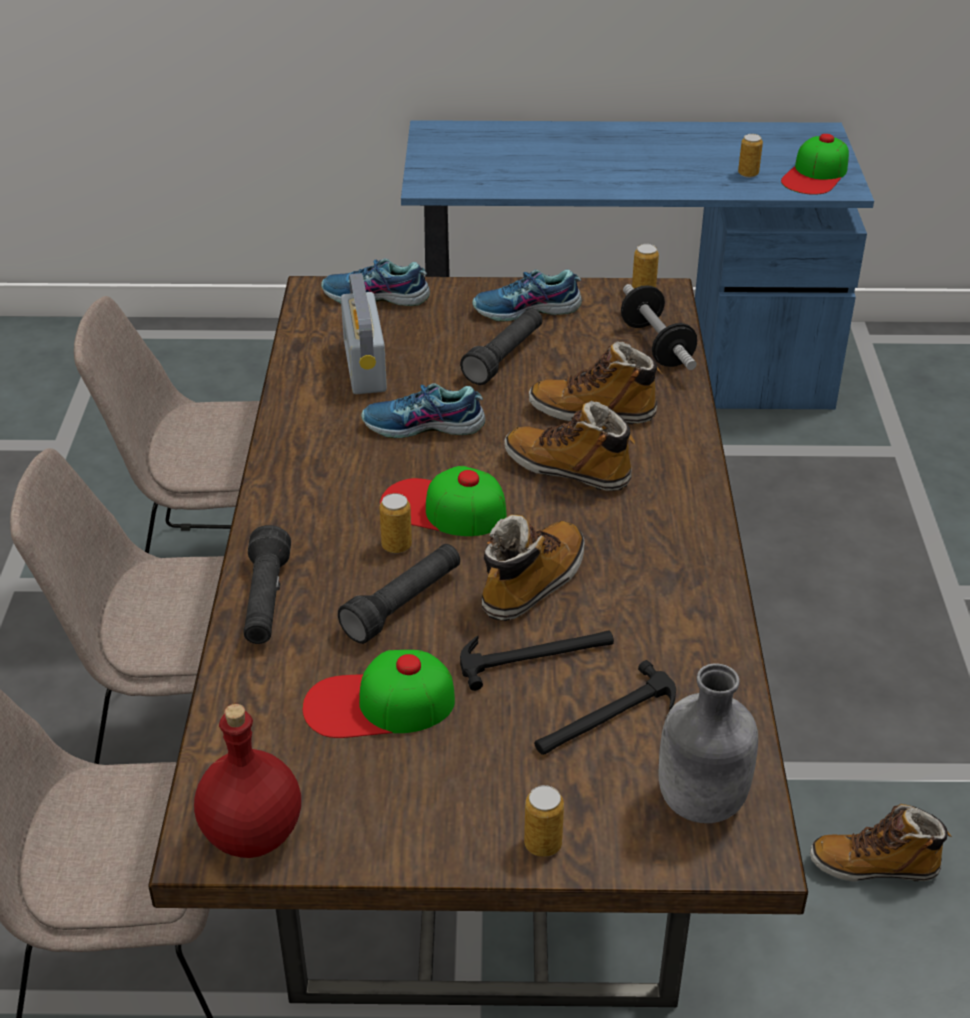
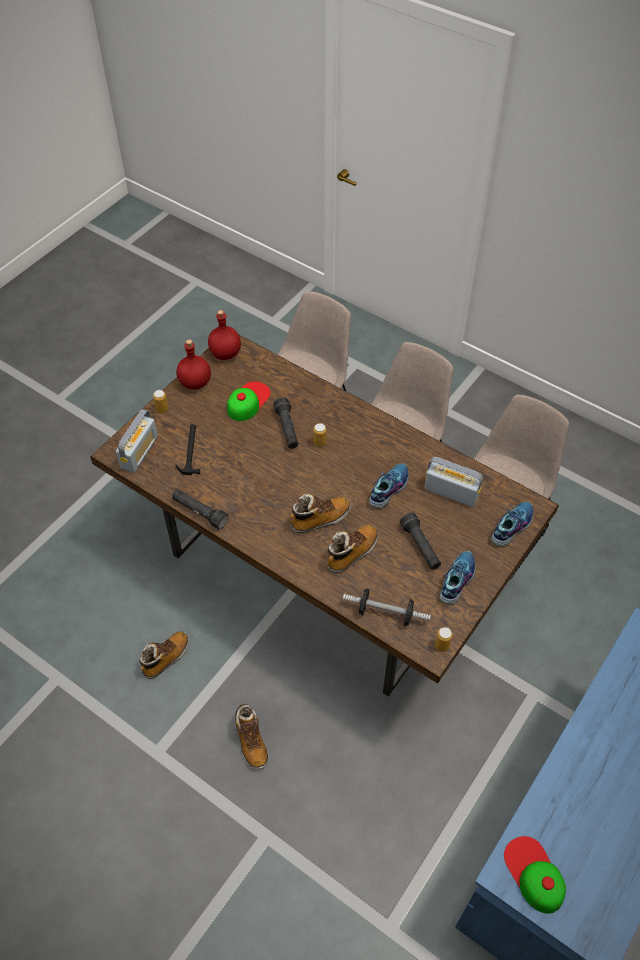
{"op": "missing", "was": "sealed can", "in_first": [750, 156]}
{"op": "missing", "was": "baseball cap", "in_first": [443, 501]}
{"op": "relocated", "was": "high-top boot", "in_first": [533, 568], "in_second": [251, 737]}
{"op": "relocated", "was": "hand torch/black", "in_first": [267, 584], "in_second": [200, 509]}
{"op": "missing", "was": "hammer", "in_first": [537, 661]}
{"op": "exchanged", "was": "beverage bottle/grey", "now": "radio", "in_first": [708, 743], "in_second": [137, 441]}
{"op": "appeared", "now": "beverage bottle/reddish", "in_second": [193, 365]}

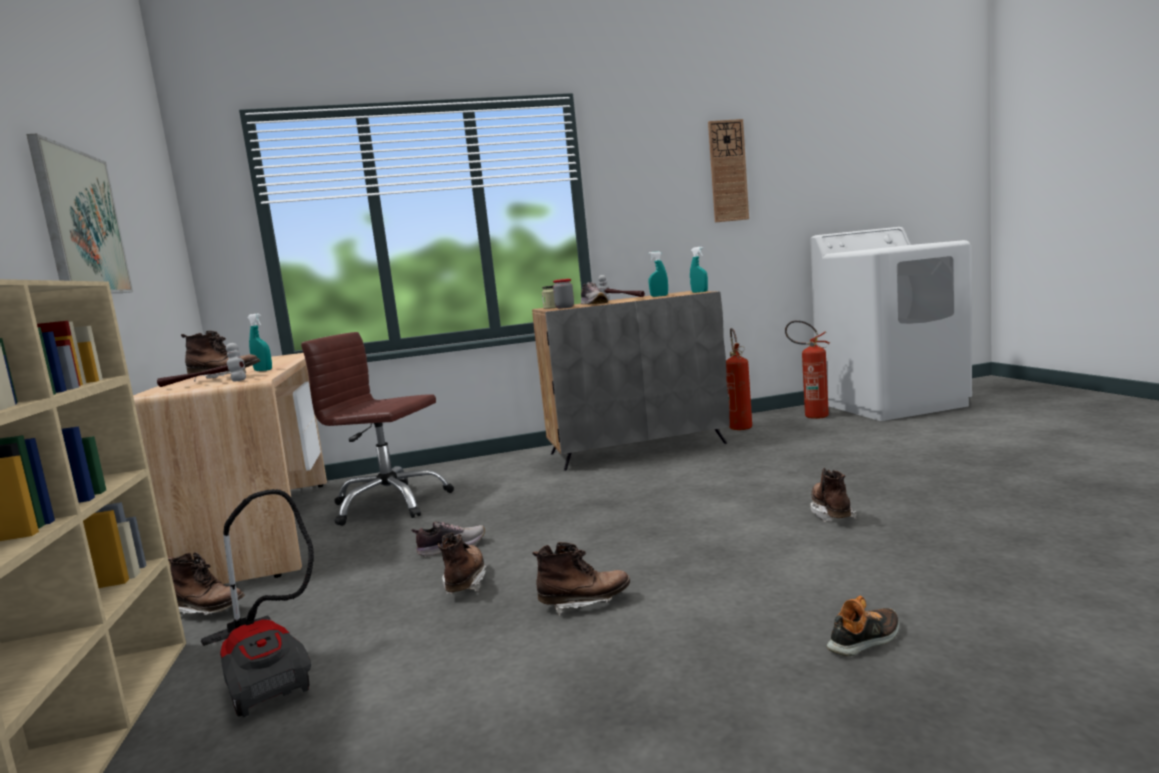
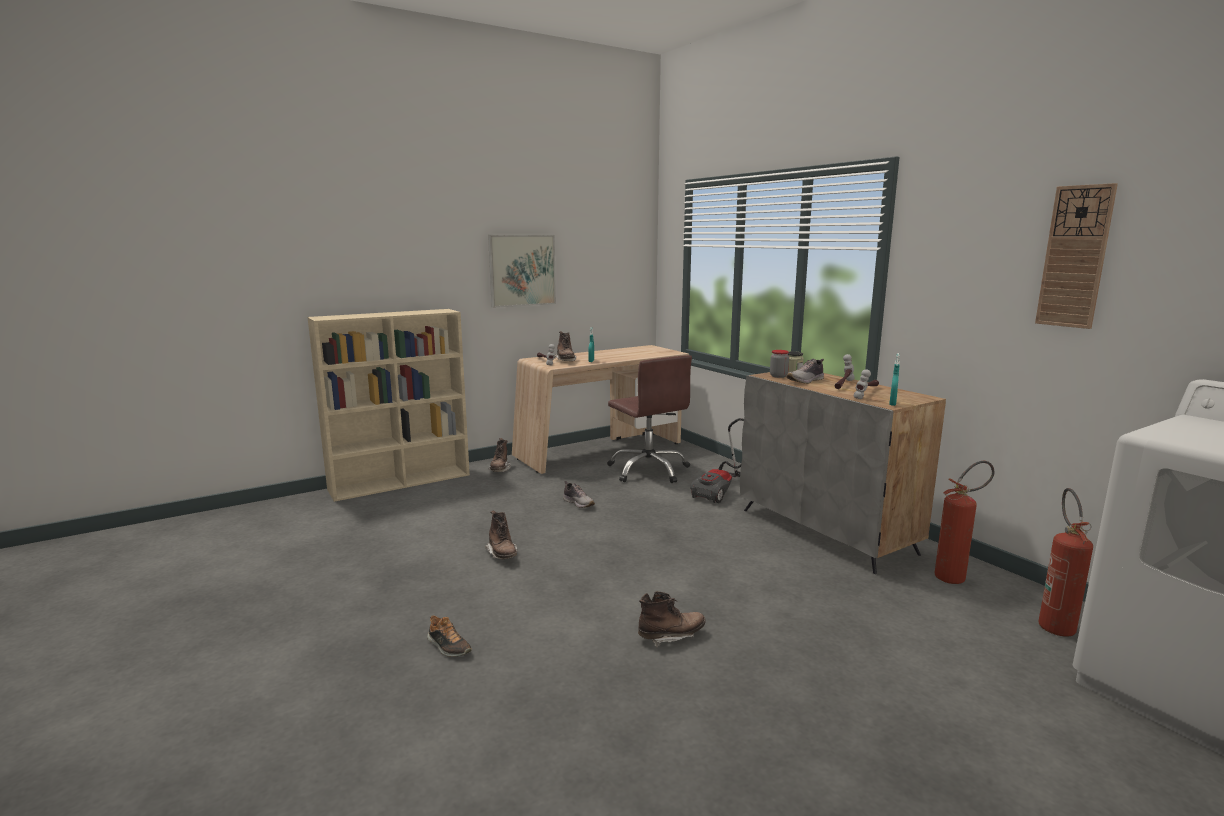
{"op": "exchanged", "was": "hand sprayer/turquoise", "now": "hammer", "in_first": [658, 274], "in_second": [866, 384]}
{"op": "spun", "was": "desk chair/brownish", "in_first": [377, 429], "in_second": [649, 419], "clockwise": 150}
{"op": "relocated", "was": "vacuum", "in_first": [257, 603], "in_second": [717, 460]}
{"op": "missing", "was": "high-top boot/brownish", "in_first": [463, 563]}

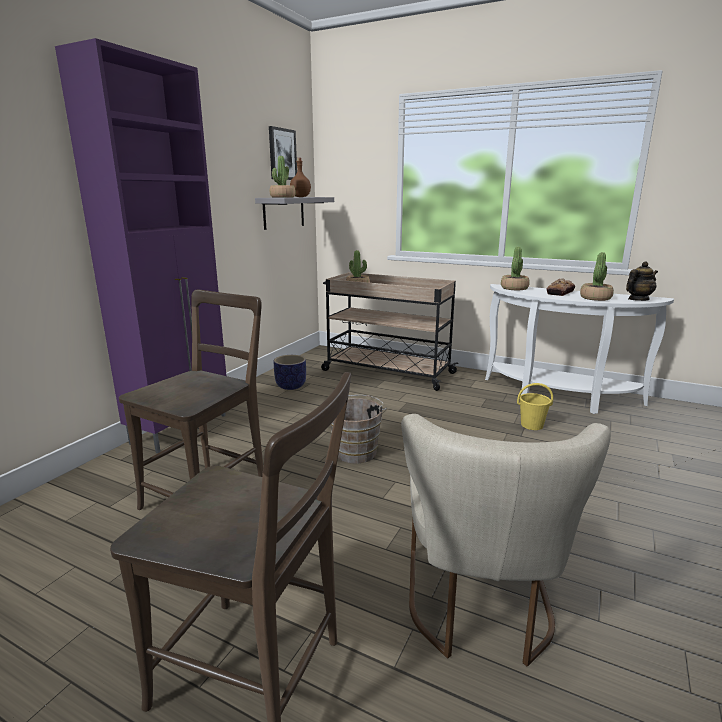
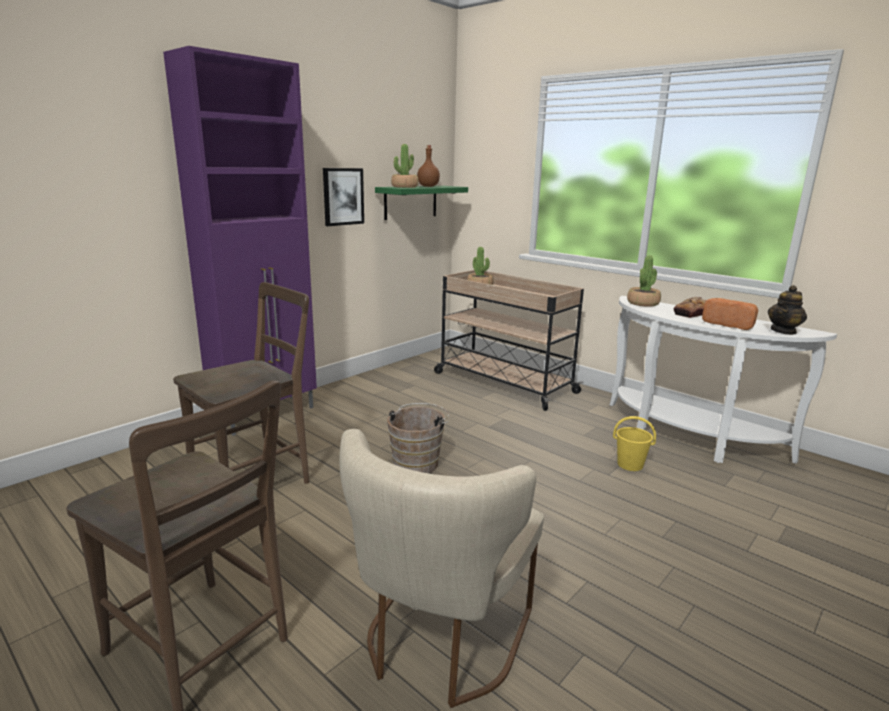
{"op": "relocated", "was": "wall art", "in_first": [283, 153], "in_second": [343, 197]}
{"op": "colour", "was": "wall shelf/grey", "now": "wall shelf/green-coloured", "in_first": [294, 213], "in_second": [421, 203]}
{"op": "exchanged", "was": "houseplant", "now": "bread", "in_first": [597, 276], "in_second": [730, 314]}
{"op": "spun", "was": "tea pot", "in_first": [642, 281], "in_second": [787, 310], "clockwise": 150}
{"op": "missing", "was": "flower pot", "in_first": [290, 372]}

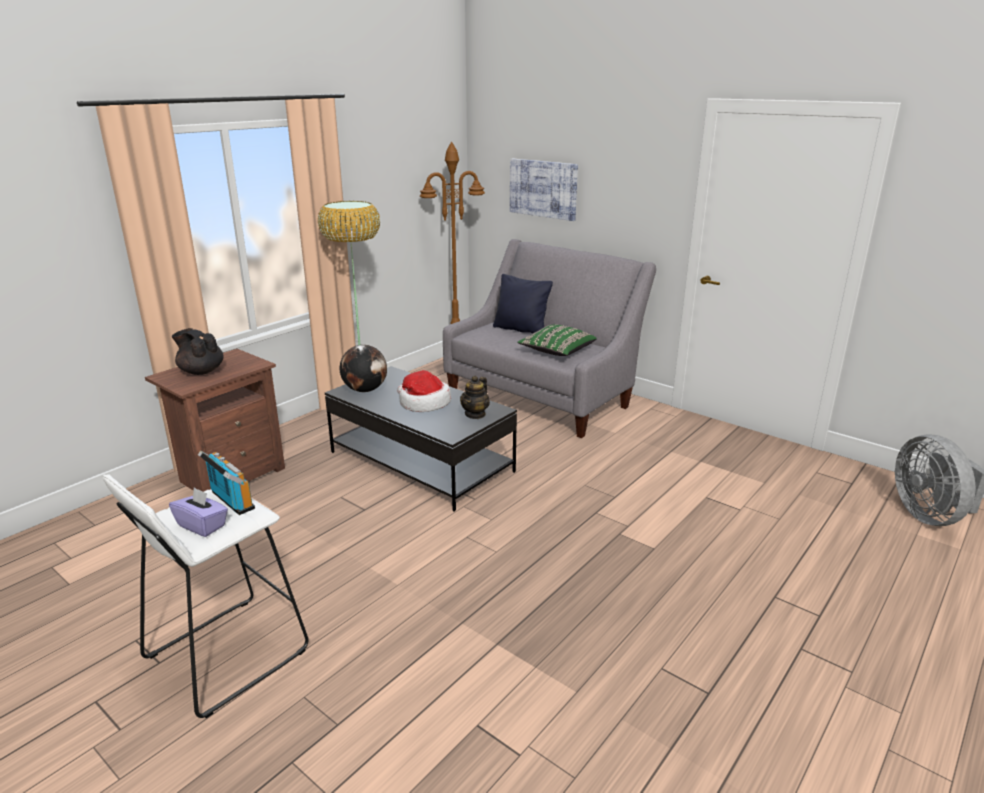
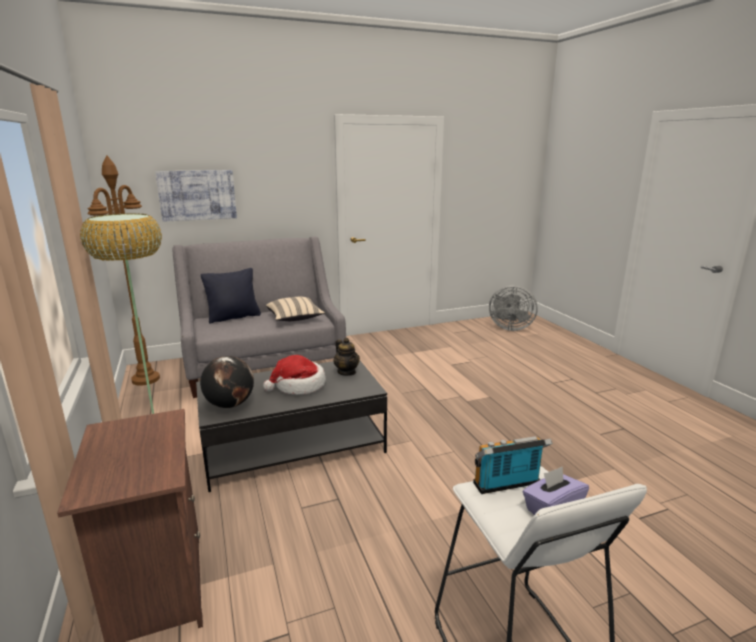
{"op": "colour", "was": "cushion/green-coloured", "now": "cushion/beige", "in_first": [557, 340], "in_second": [295, 309]}
{"op": "missing", "was": "tea pot/black", "in_first": [197, 351]}

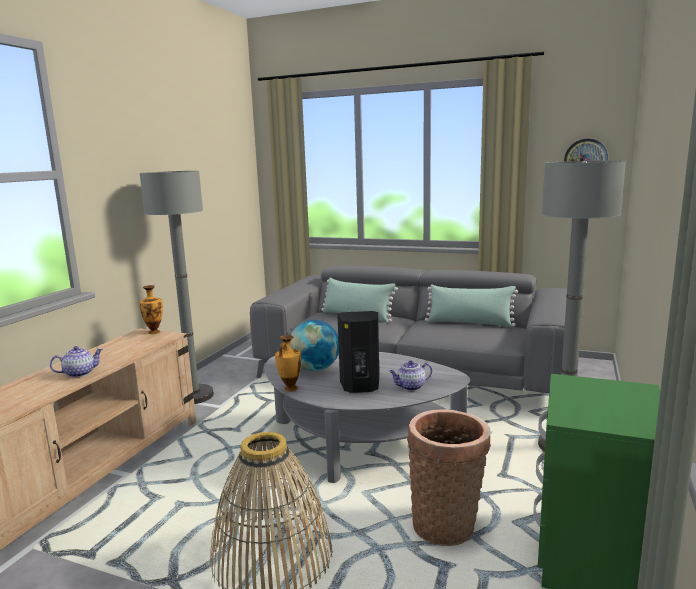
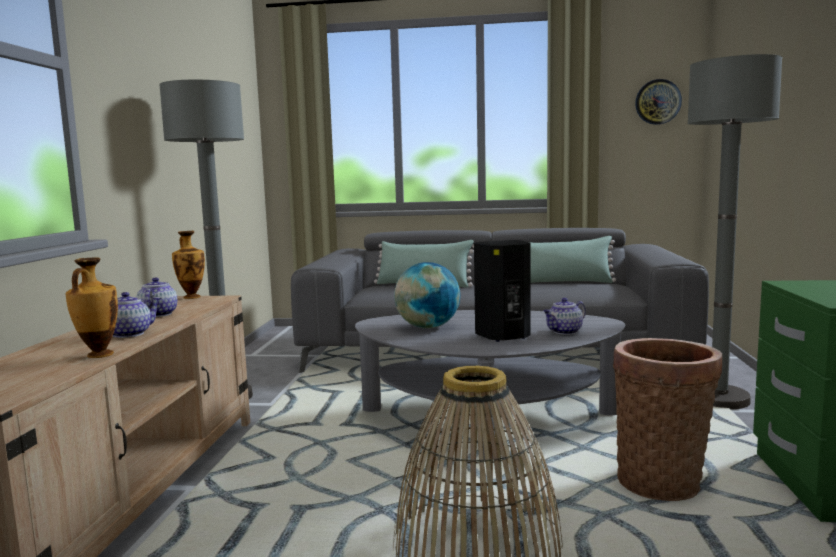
{"op": "relocated", "was": "vase", "in_first": [288, 363], "in_second": [92, 307]}
{"op": "appeared", "now": "tea pot", "in_second": [156, 297]}

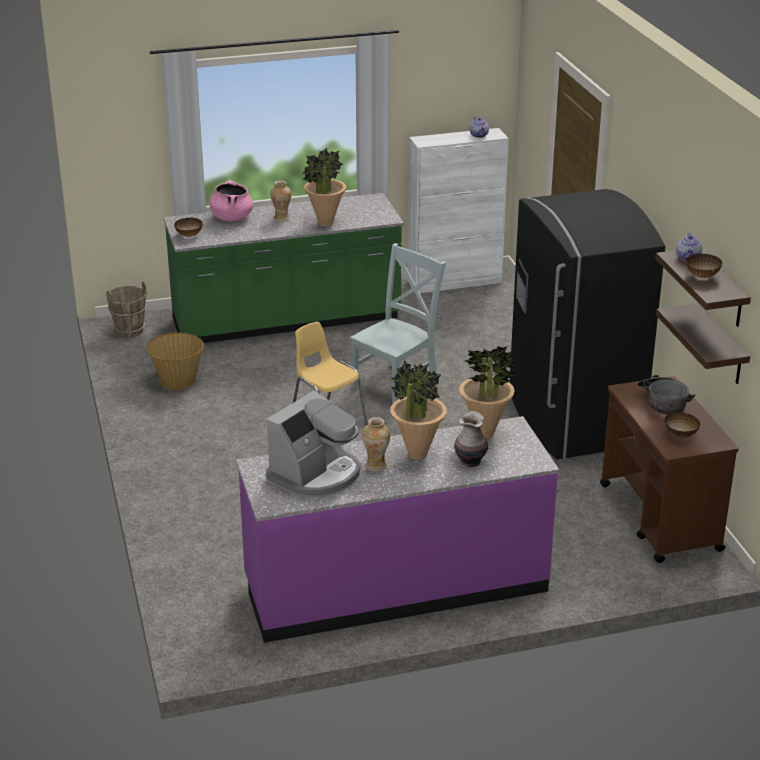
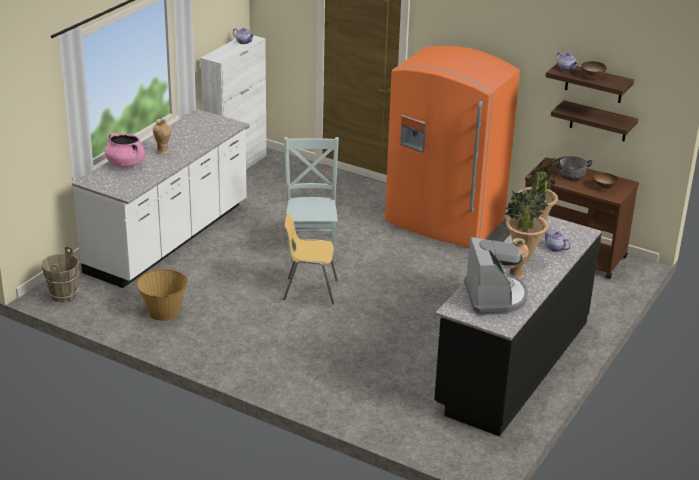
{"op": "missing", "was": "houseplant", "in_first": [324, 187]}
{"op": "colour", "was": "refrigerator/black", "now": "refrigerator/orange-coloured", "in_first": [587, 324], "in_second": [452, 146]}
{"op": "colour", "was": "kitchen base unit/green-coloured", "now": "kitchen base unit/white", "in_first": [284, 268], "in_second": [160, 198]}
{"op": "missing", "was": "serving bowl", "in_first": [188, 227]}
{"op": "exchanged", "was": "vase", "now": "tea pot", "in_first": [471, 439], "in_second": [558, 241]}
{"op": "colour", "was": "kitchen base unit/purplish", "now": "kitchen base unit/black", "in_first": [397, 529], "in_second": [517, 326]}

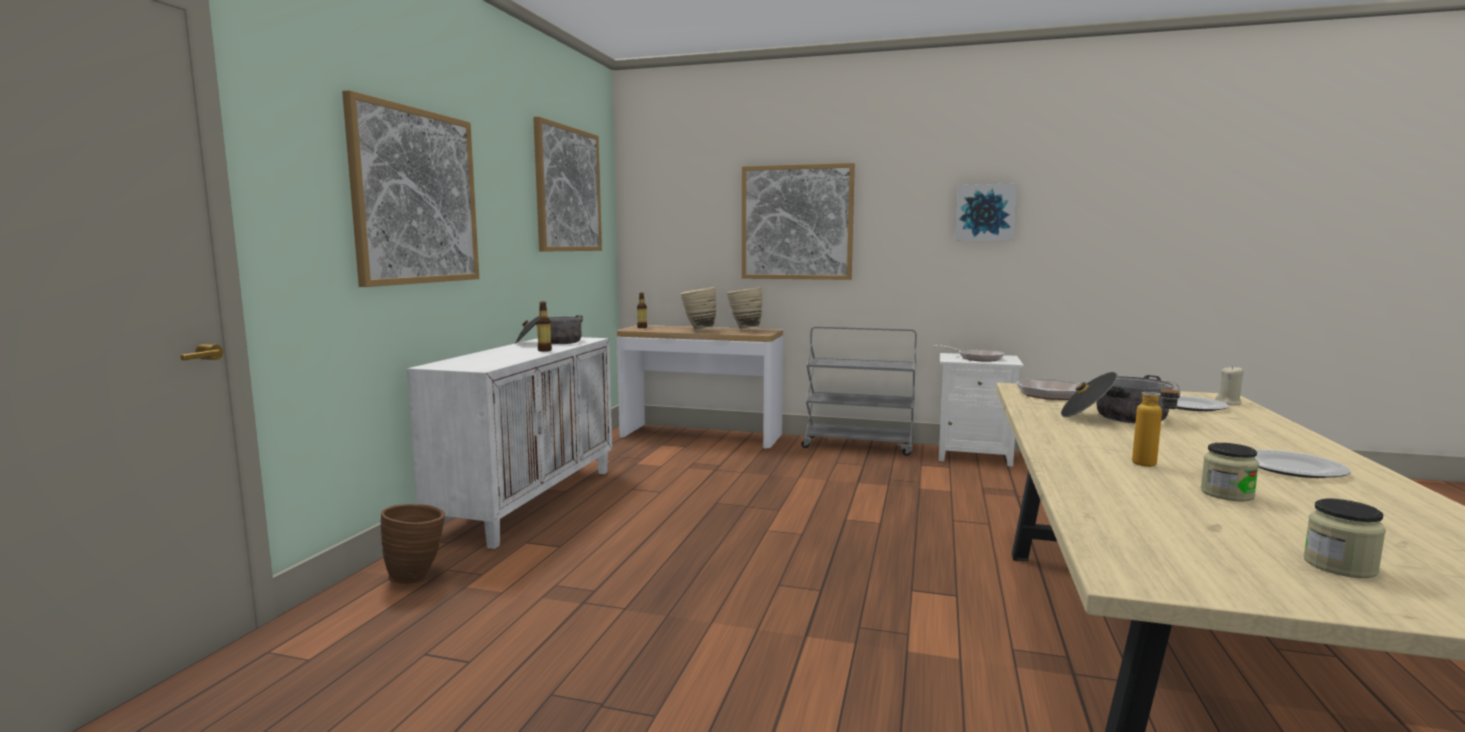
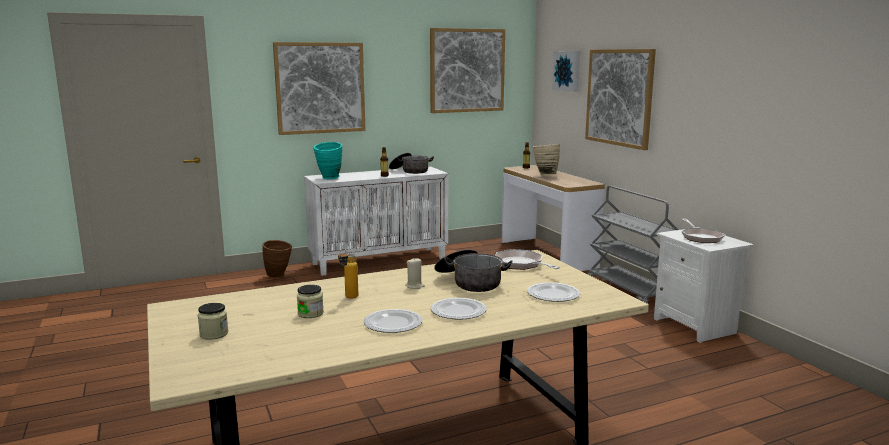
{"op": "relocated", "was": "wall art", "in_first": [986, 212], "in_second": [566, 71]}
{"op": "missing", "was": "vase/beige", "in_first": [744, 308]}
{"op": "relocated", "was": "wax light/beige", "in_first": [1229, 385], "in_second": [415, 273]}
{"op": "appeared", "now": "vase/turquoise", "in_second": [327, 160]}
{"op": "appeared", "now": "dinner plate", "in_second": [459, 309]}

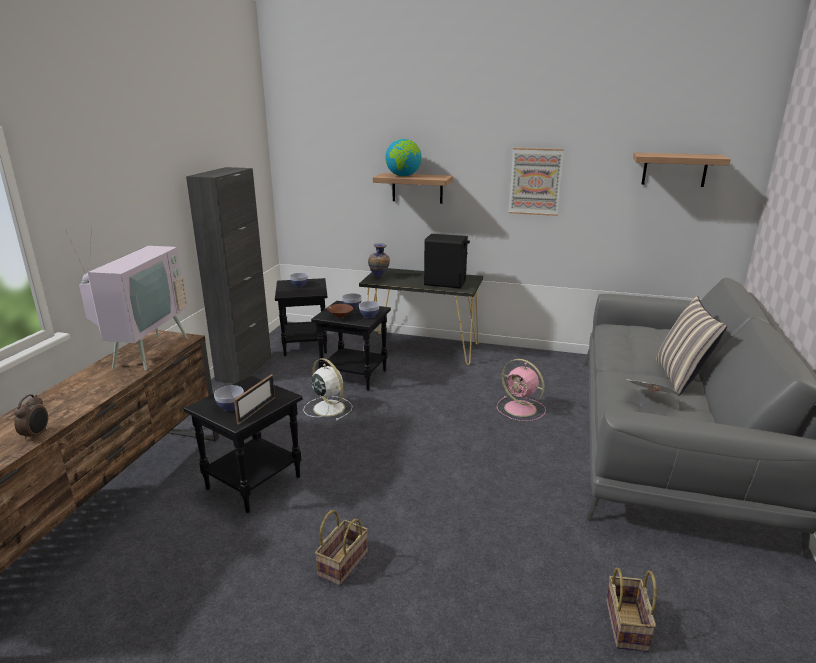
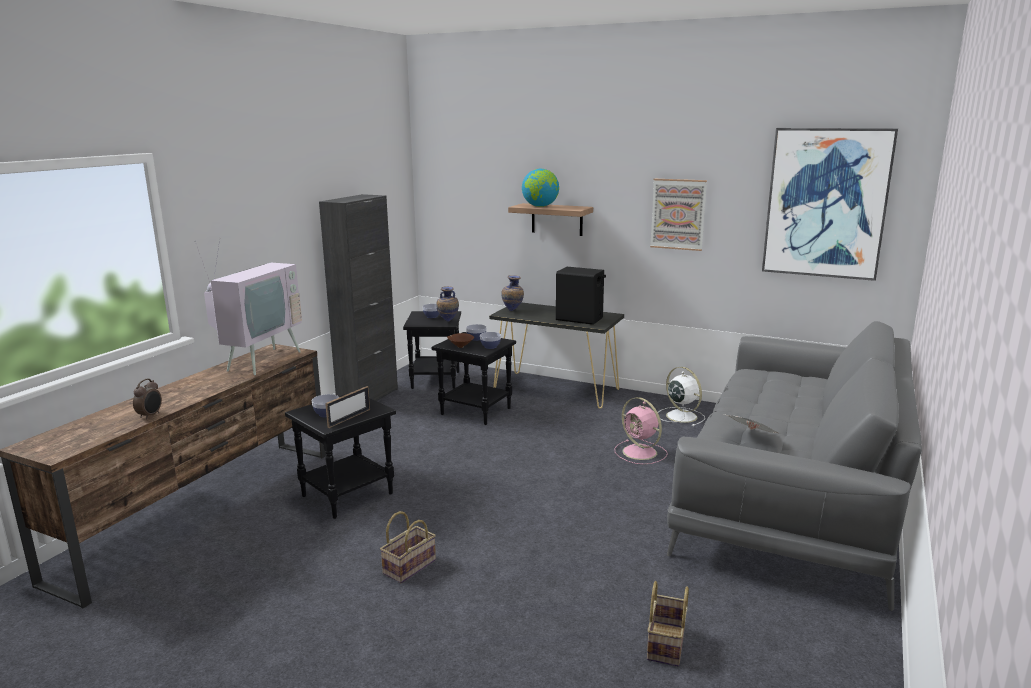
{"op": "exchanged", "was": "wall shelf", "now": "wall art", "in_first": [682, 169], "in_second": [830, 204]}
{"op": "missing", "was": "cushion", "in_first": [691, 346]}
{"op": "relocated", "was": "electric fan/white", "in_first": [327, 389], "in_second": [682, 396]}
{"op": "appeared", "now": "vase", "in_second": [447, 303]}

